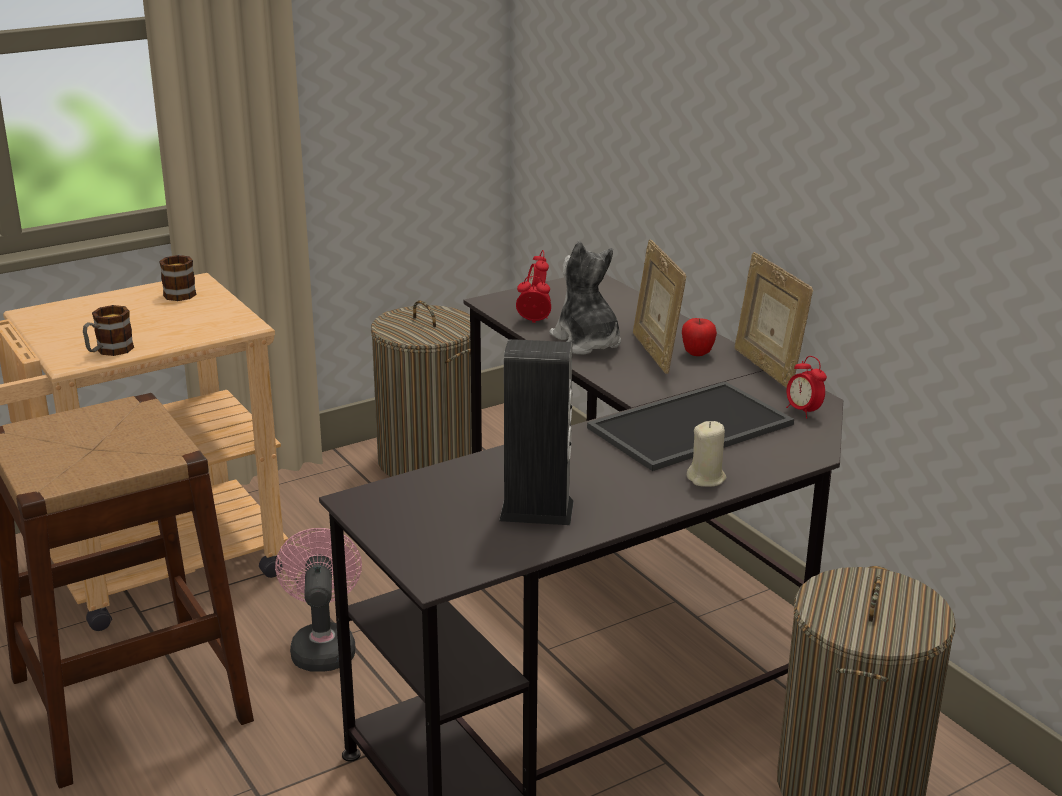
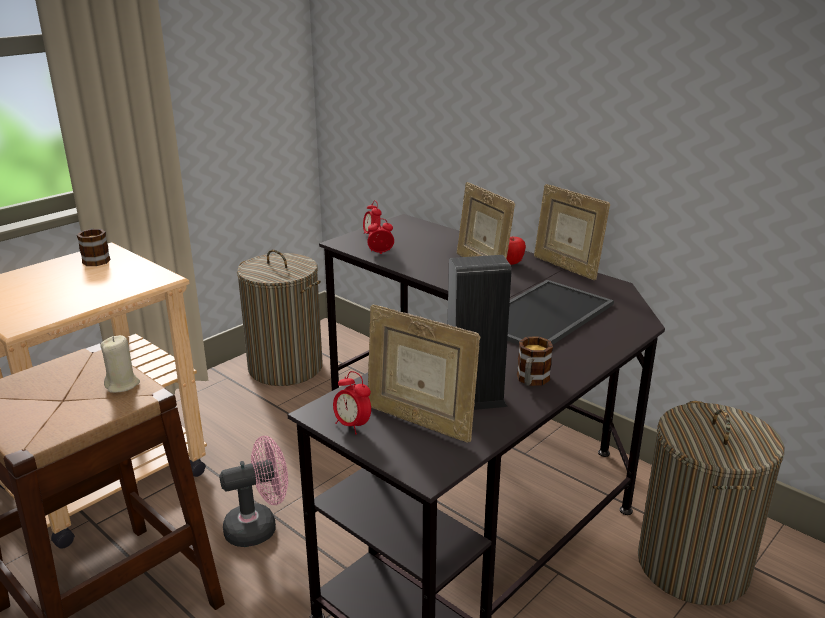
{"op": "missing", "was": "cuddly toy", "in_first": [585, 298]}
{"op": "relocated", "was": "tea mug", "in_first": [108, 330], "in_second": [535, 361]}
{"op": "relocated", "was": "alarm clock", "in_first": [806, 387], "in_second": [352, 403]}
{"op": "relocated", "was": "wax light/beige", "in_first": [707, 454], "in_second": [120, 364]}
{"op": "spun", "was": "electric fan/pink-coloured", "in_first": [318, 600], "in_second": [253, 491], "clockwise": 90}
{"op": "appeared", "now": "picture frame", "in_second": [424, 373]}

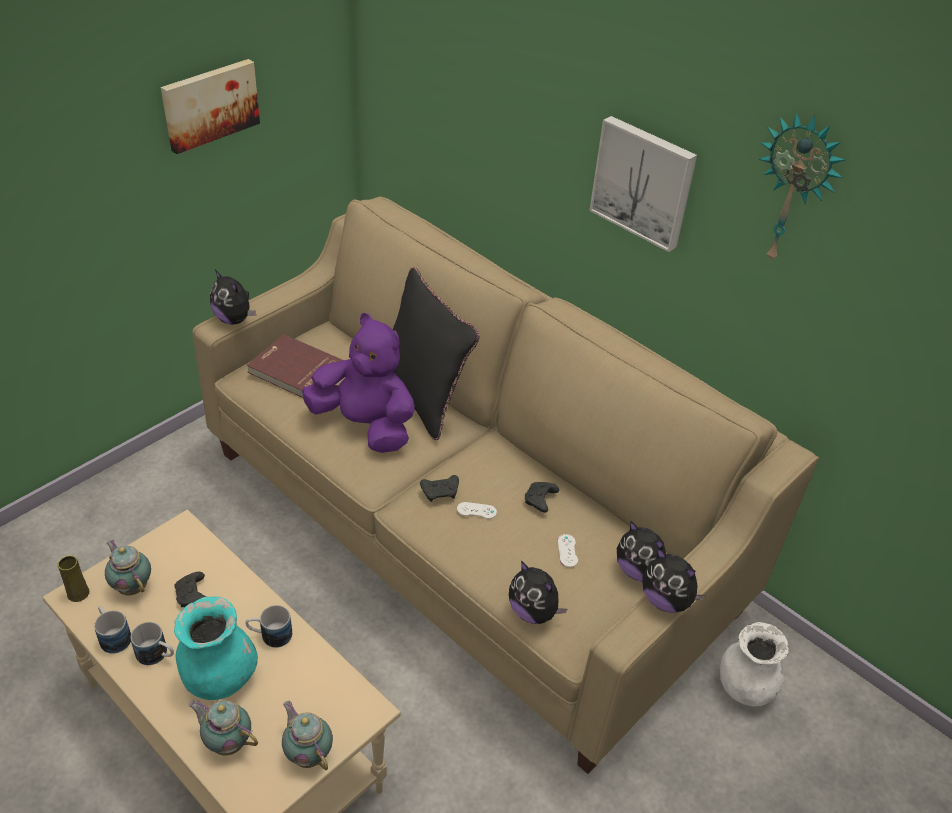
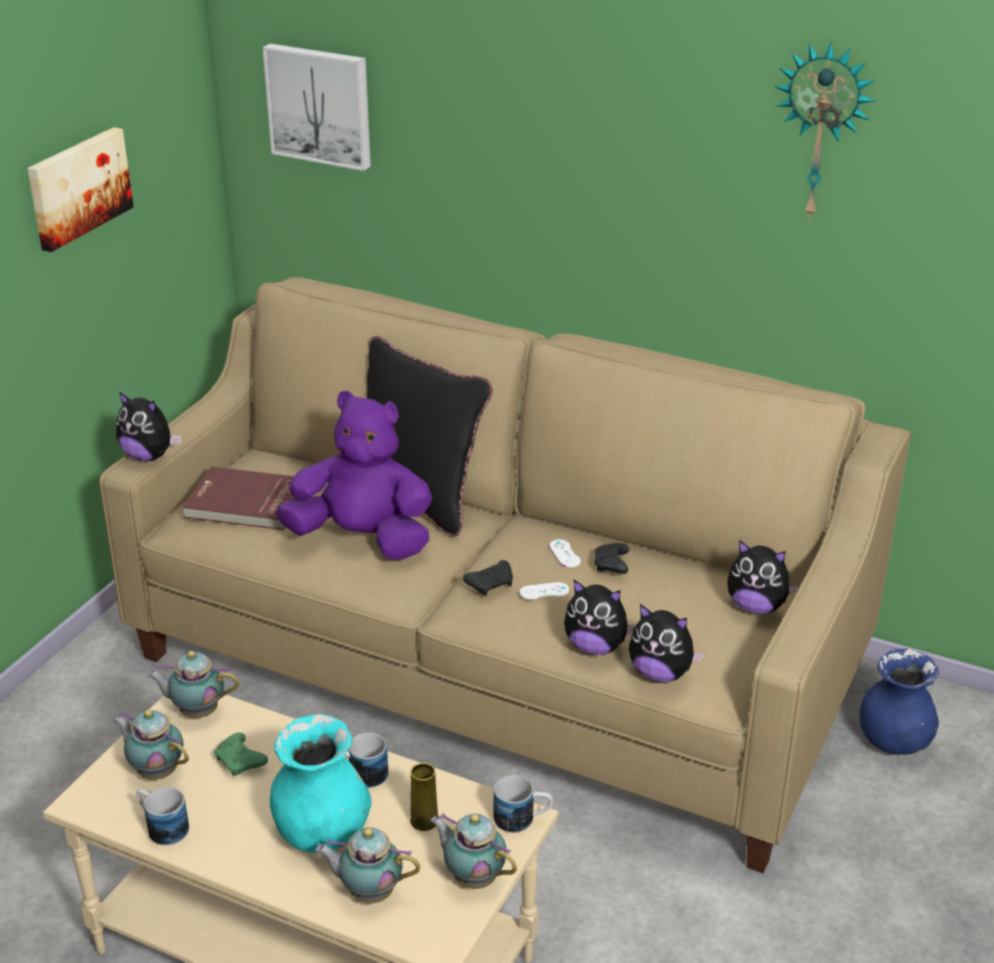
{"op": "relocated", "was": "wall art", "in_first": [643, 184], "in_second": [317, 107]}
{"op": "relocated", "was": "game controller/white", "in_first": [568, 550], "in_second": [565, 553]}
{"op": "relocated", "was": "cuddly toy", "in_first": [674, 580], "in_second": [600, 617]}
{"op": "relocated", "was": "vase/yellow-coloured", "in_first": [73, 578], "in_second": [424, 797]}
{"op": "colour", "was": "game controller/black", "now": "game controller/green-coloured", "in_first": [190, 589], "in_second": [241, 754]}
{"op": "relocated", "was": "tea mug", "in_first": [152, 643], "in_second": [523, 804]}
{"op": "colour", "was": "vase/white", "now": "vase/blue", "in_first": [754, 664], "in_second": [899, 702]}
{"op": "appeared", "now": "tea pot", "in_second": [193, 684]}

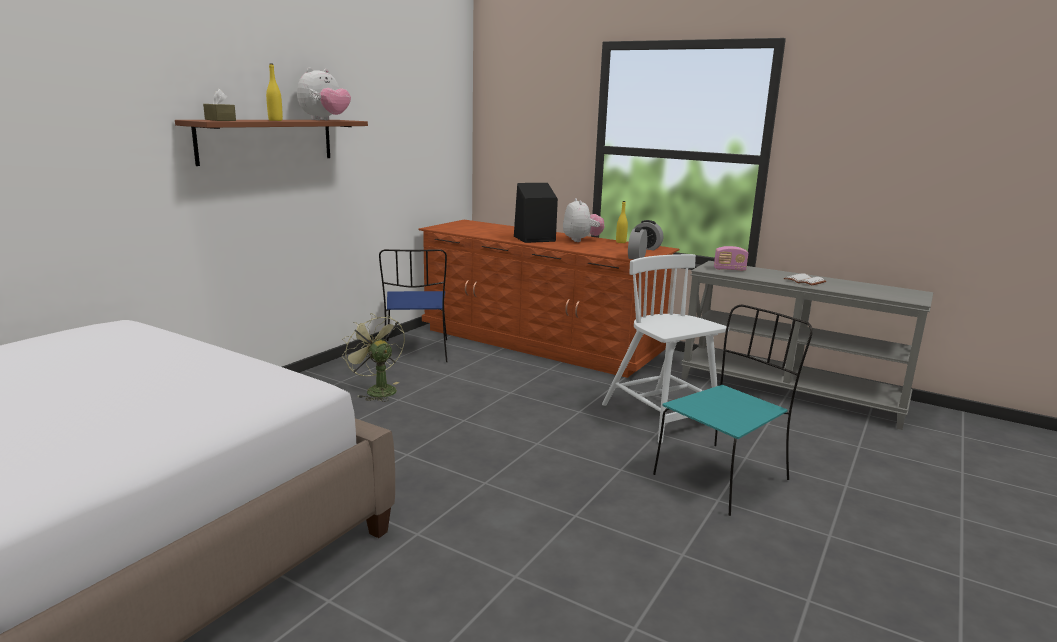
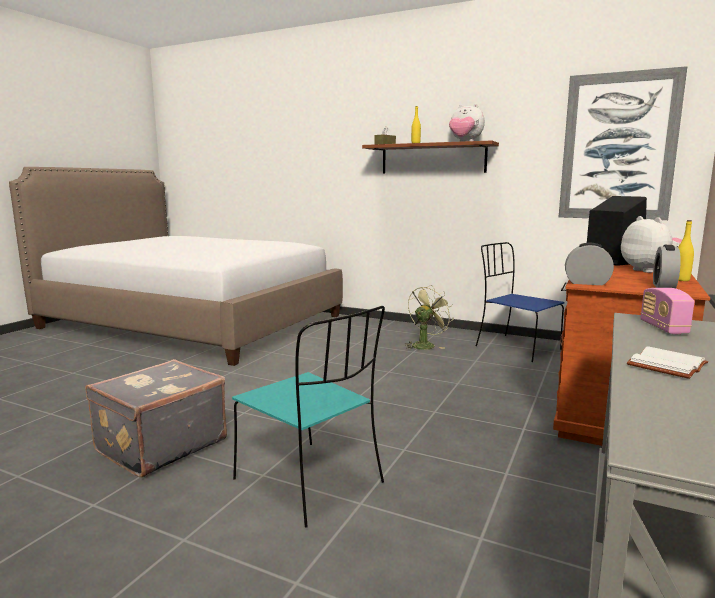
{"op": "spun", "was": "cuddly toy", "in_first": [583, 220], "in_second": [651, 244], "clockwise": -90}
{"op": "spun", "was": "plain chair/blue", "in_first": [413, 305], "in_second": [520, 302], "clockwise": 60}
{"op": "missing", "was": "plain chair/white", "in_first": [665, 348]}
{"op": "appeared", "now": "wall art", "in_second": [623, 143]}
{"op": "appeared", "now": "suitcase/grey", "in_second": [156, 418]}

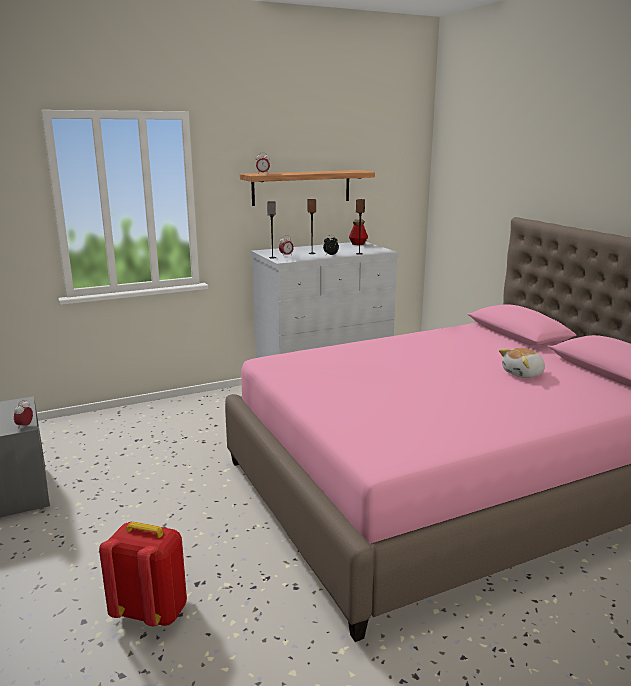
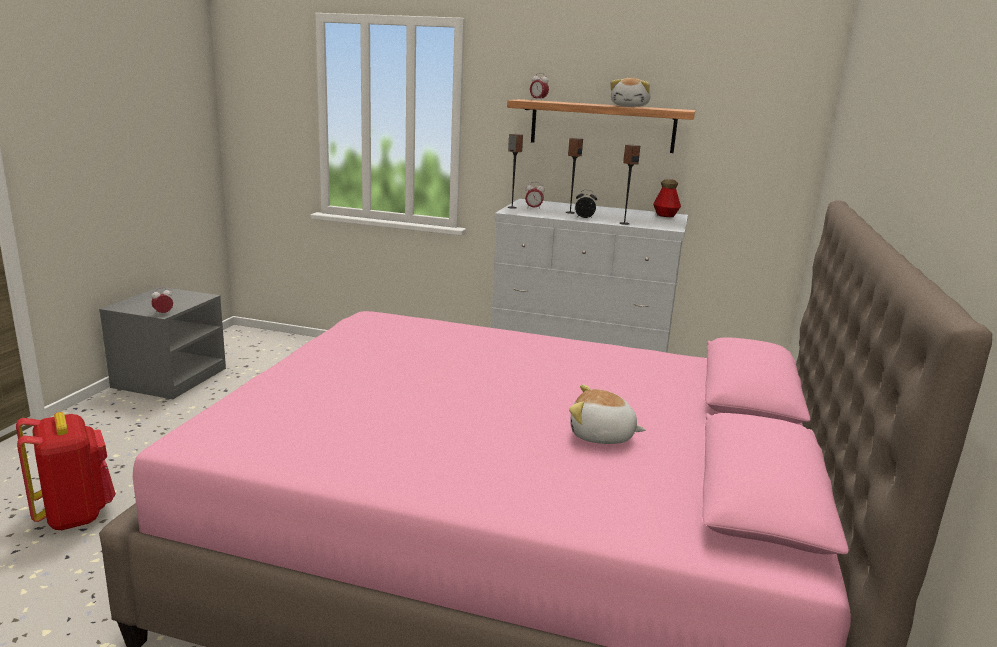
{"op": "appeared", "now": "cuddly toy", "in_second": [630, 92]}

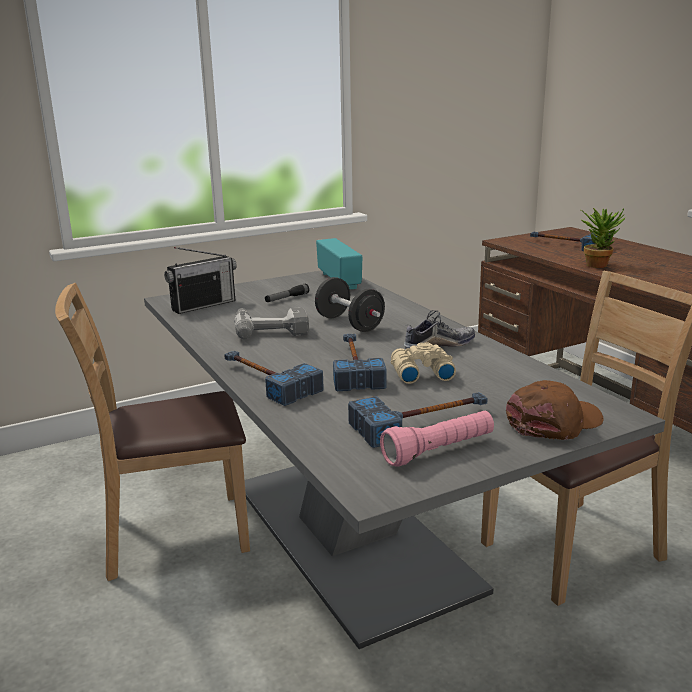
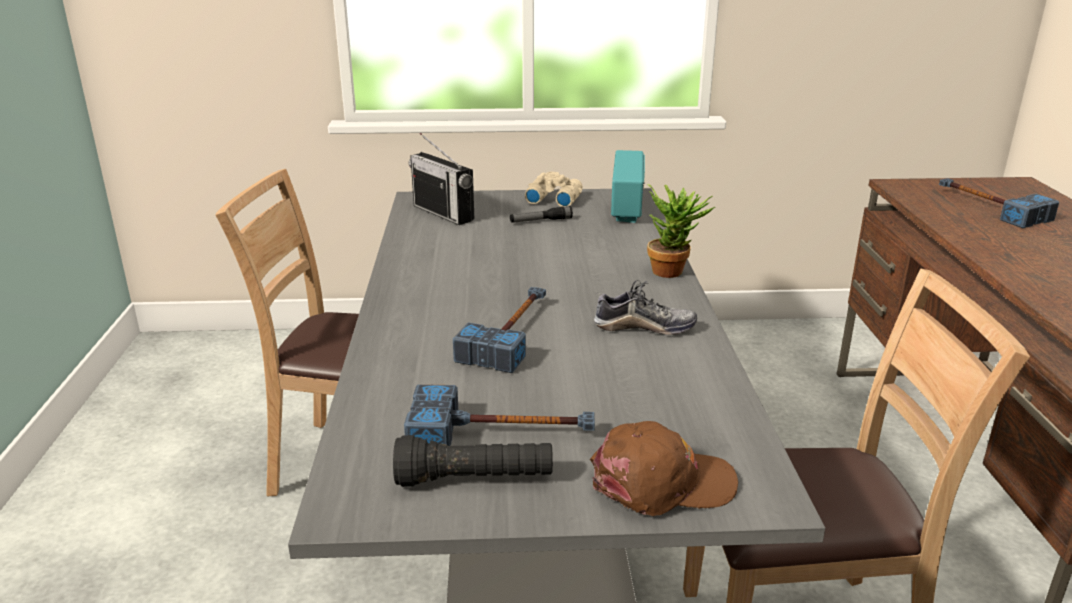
{"op": "relocated", "was": "houseplant", "in_first": [603, 238], "in_second": [681, 231]}
{"op": "spun", "was": "radio", "in_first": [200, 280], "in_second": [441, 179], "clockwise": 60}
{"op": "missing", "was": "dumbbell/black", "in_first": [350, 304]}
{"op": "missing", "was": "drill", "in_first": [271, 323]}
{"op": "relocated", "was": "field glasses/beige", "in_first": [423, 363], "in_second": [554, 189]}
{"op": "missing", "was": "hammer", "in_first": [274, 378]}
{"op": "colour", "was": "hand torch/pink-coloured", "now": "hand torch/black", "in_first": [437, 439], "in_second": [473, 461]}

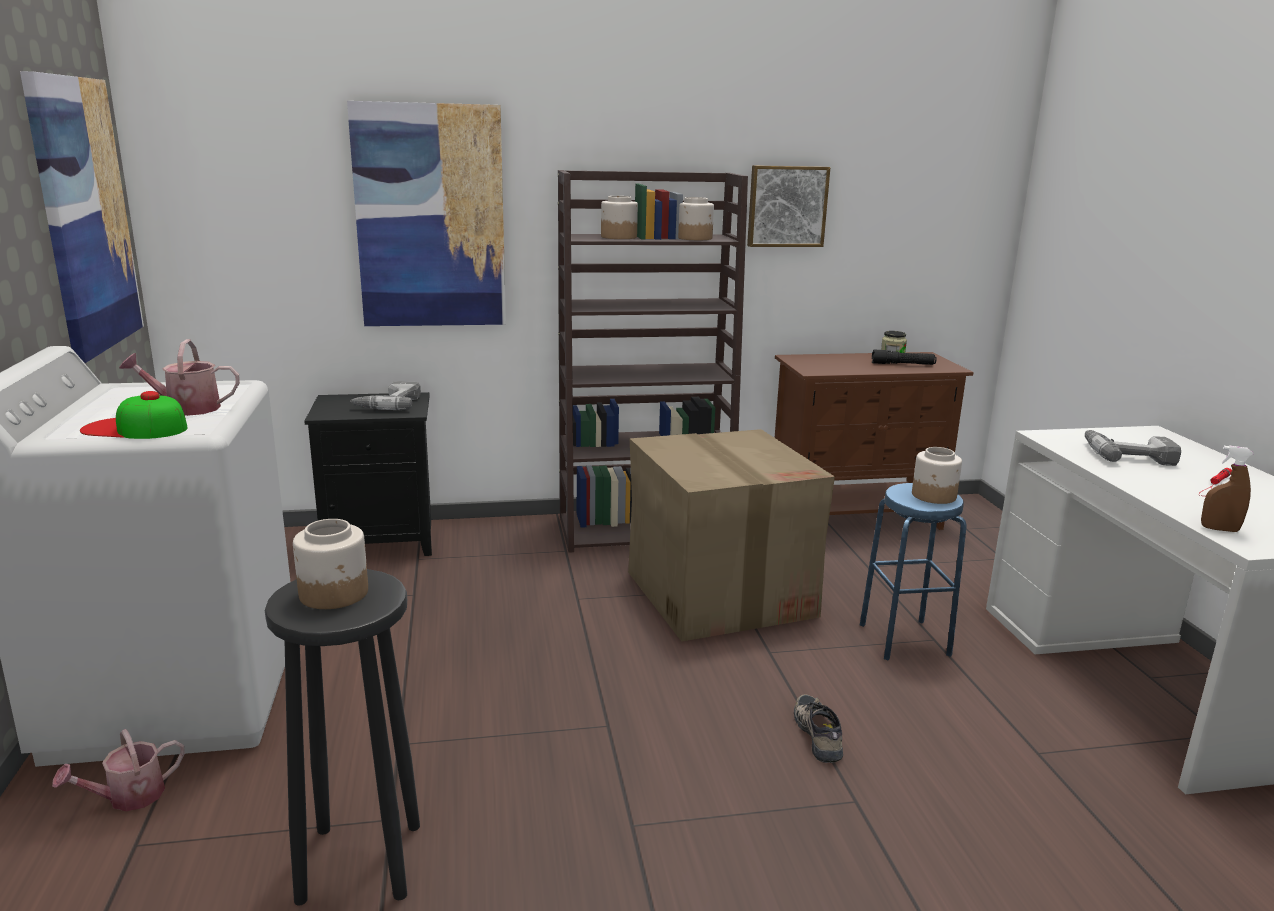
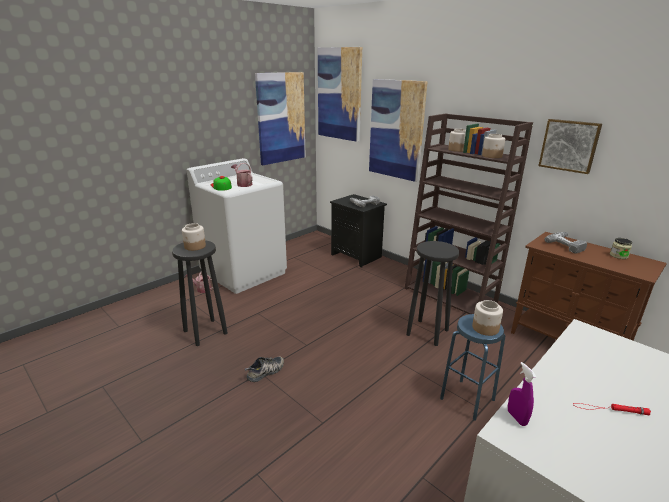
{"op": "missing", "was": "hand torch/black", "in_first": [904, 357]}
{"op": "exchanged", "was": "packing box", "now": "stool seat/black", "in_first": [731, 535], "in_second": [432, 293]}
{"op": "relocated", "was": "drill", "in_first": [1133, 448], "in_second": [565, 243]}
{"op": "colour", "was": "hand sprayer/brownish", "now": "hand sprayer/purplish", "in_first": [1227, 489], "in_second": [522, 394]}
{"op": "relocated", "was": "shoe", "in_first": [818, 728], "in_second": [264, 369]}
{"op": "appeared", "now": "wall art", "in_second": [340, 94]}

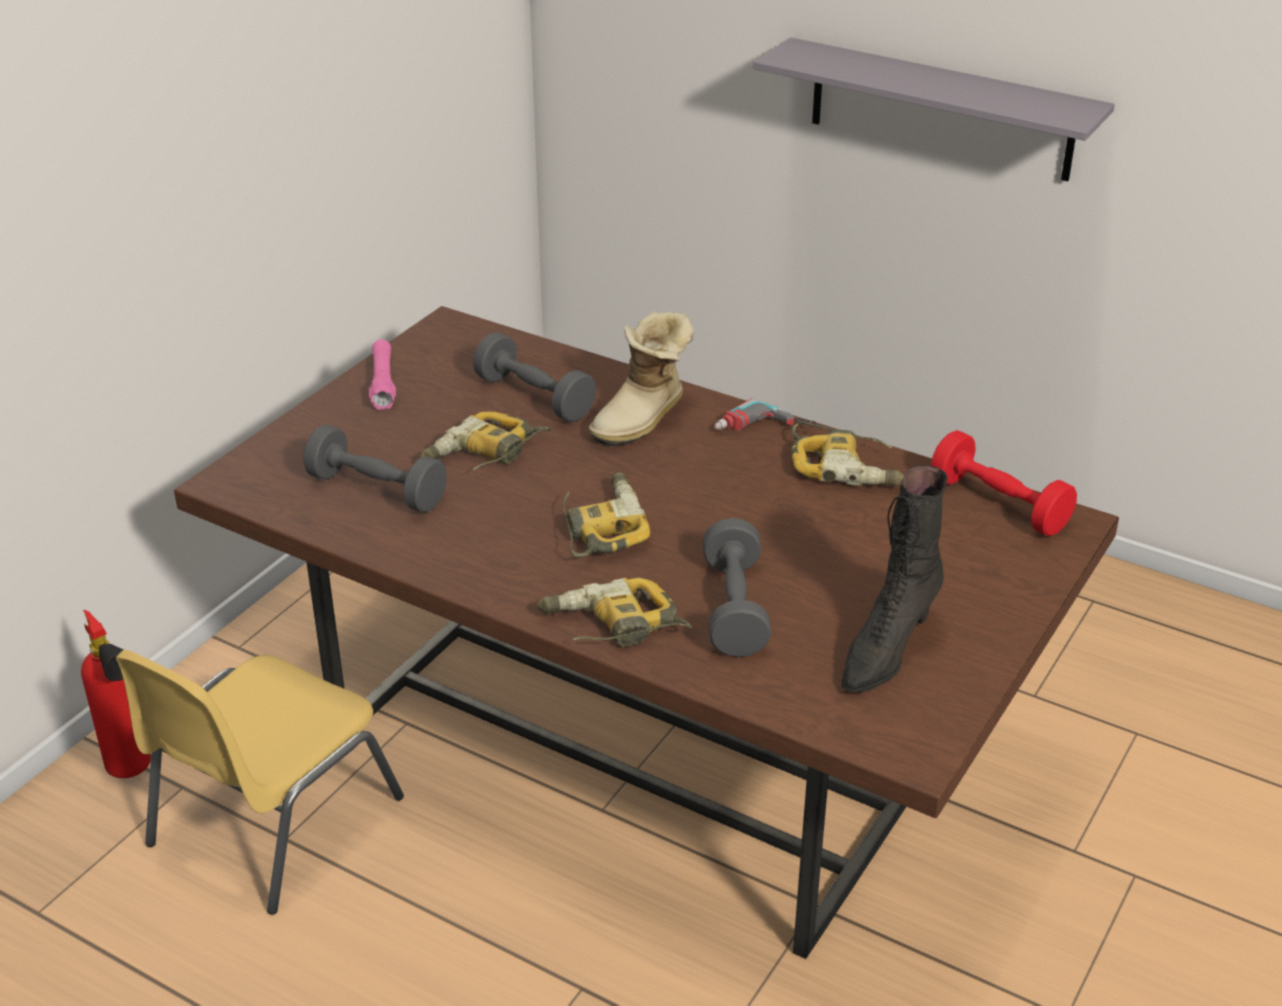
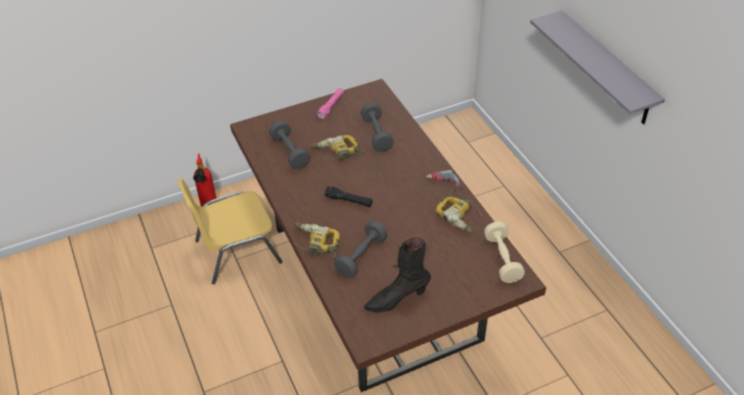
{"op": "missing", "was": "high-top boot", "in_first": [641, 379]}
{"op": "colour", "was": "dumbbell/reddish", "now": "dumbbell/beige", "in_first": [1004, 483], "in_second": [504, 252]}
{"op": "exchanged", "was": "drill", "now": "hand torch/black", "in_first": [606, 514], "in_second": [348, 196]}

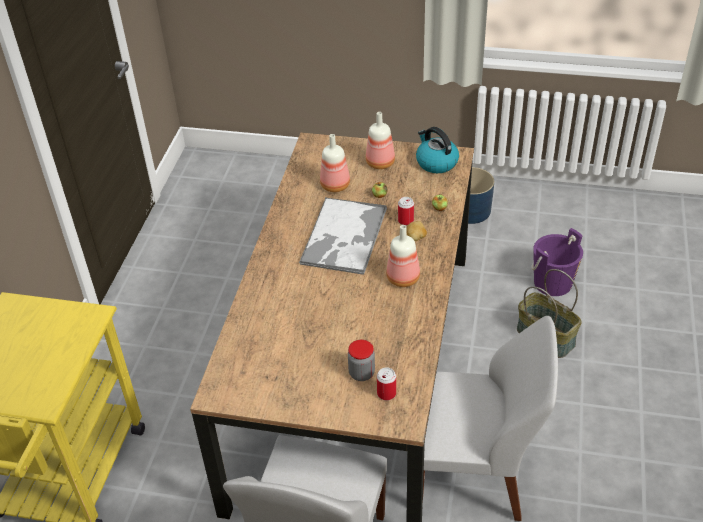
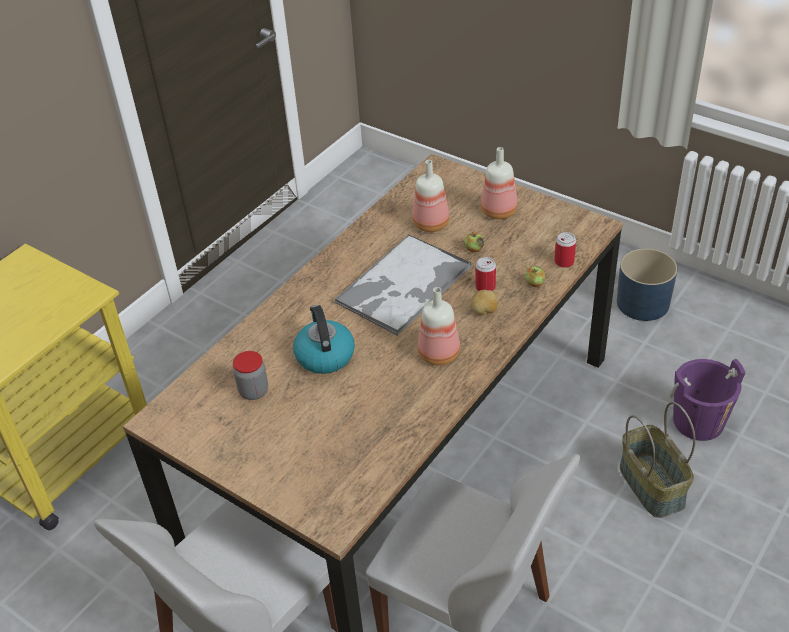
{"op": "relocated", "was": "water kettle", "in_first": [437, 150], "in_second": [324, 339]}
{"op": "relocated", "was": "preserve jar", "in_first": [361, 360], "in_second": [250, 375]}
{"op": "relocated", "was": "sealed can", "in_first": [386, 383], "in_second": [565, 250]}

